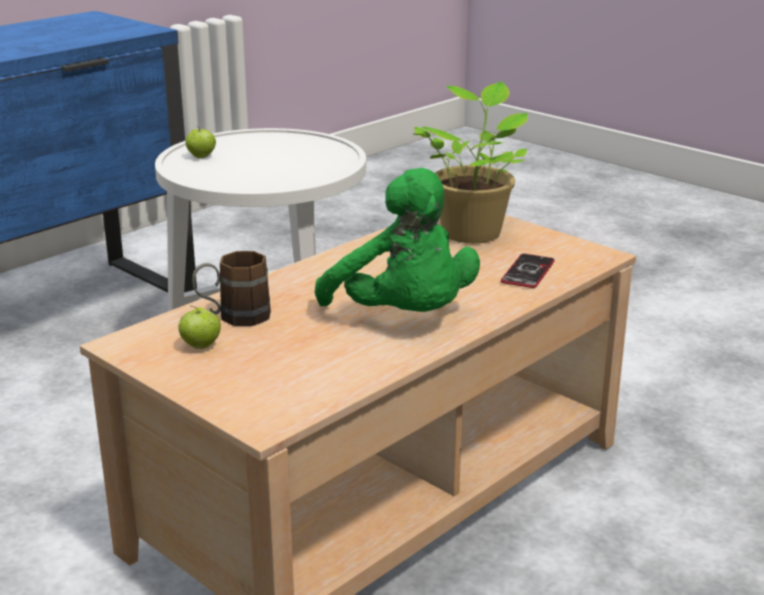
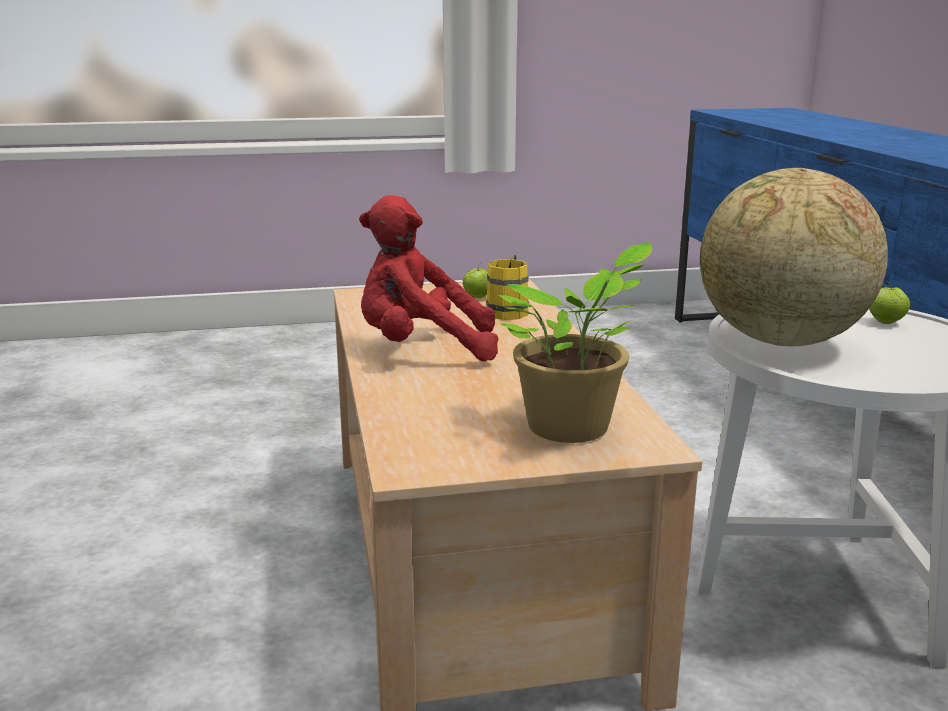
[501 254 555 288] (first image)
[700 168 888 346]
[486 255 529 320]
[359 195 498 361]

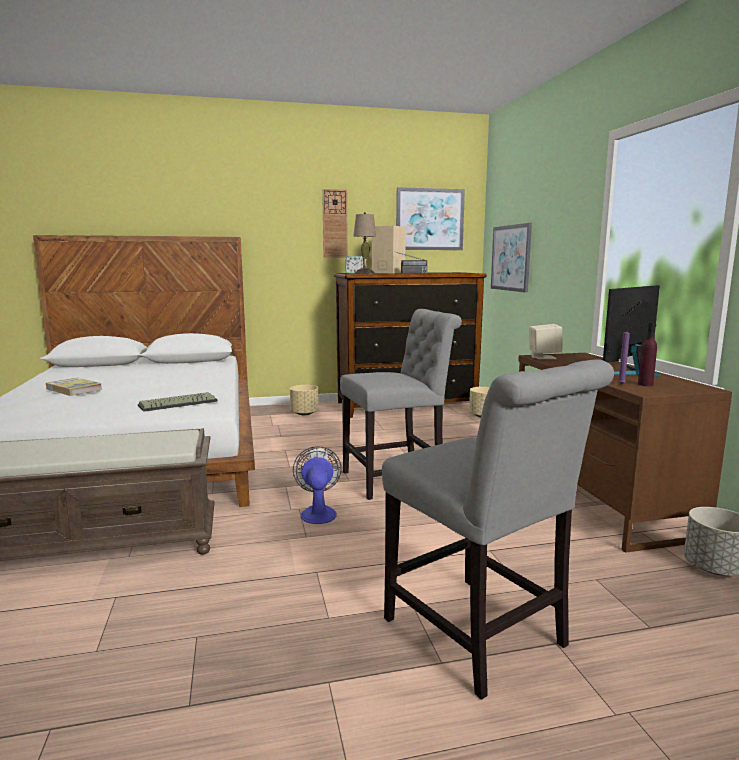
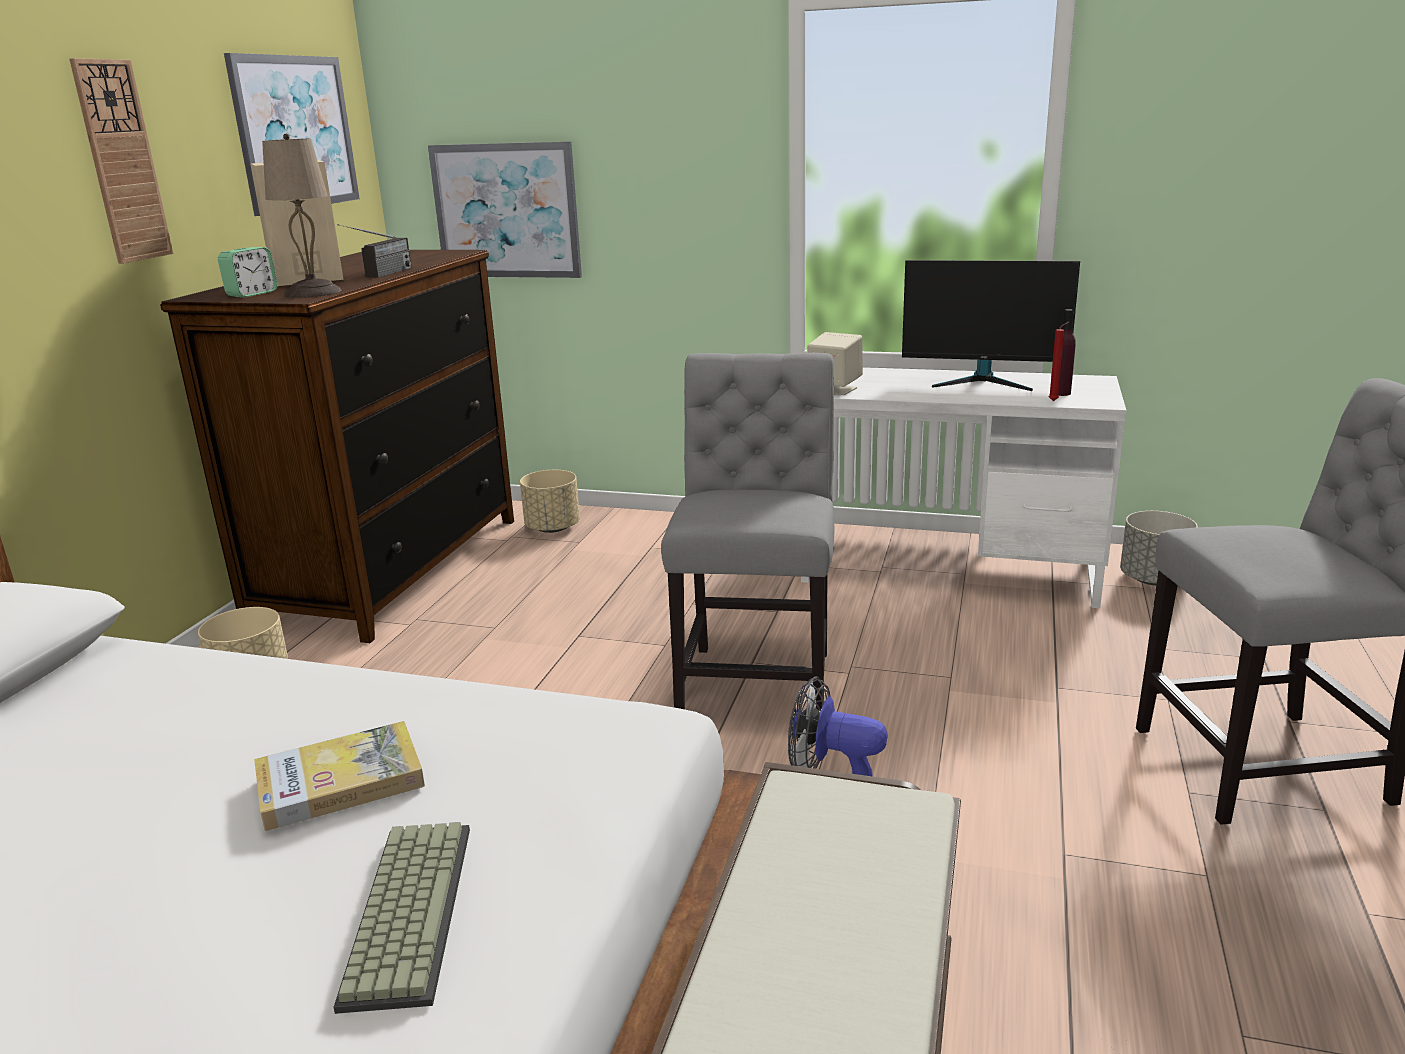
[254 721 425 831]
[334 822 470 1014]
[801 368 1127 608]
[1049 322 1069 401]
[902 260 1080 391]

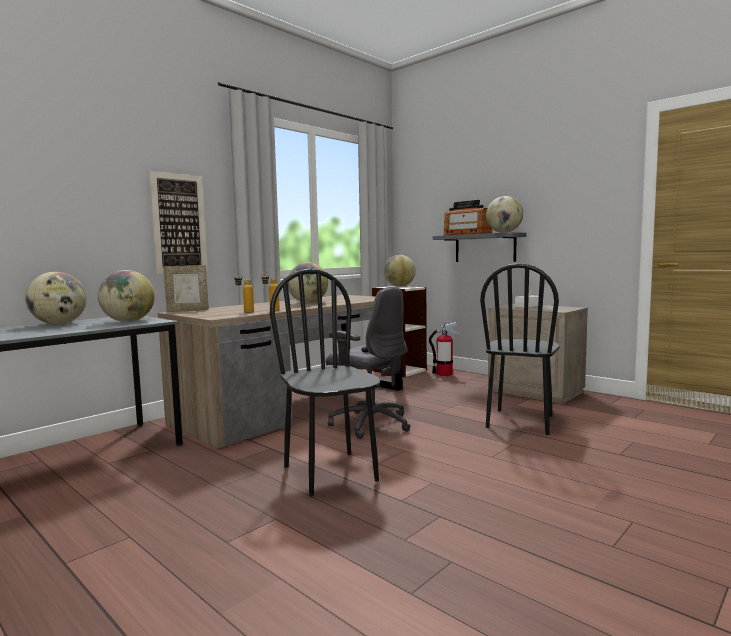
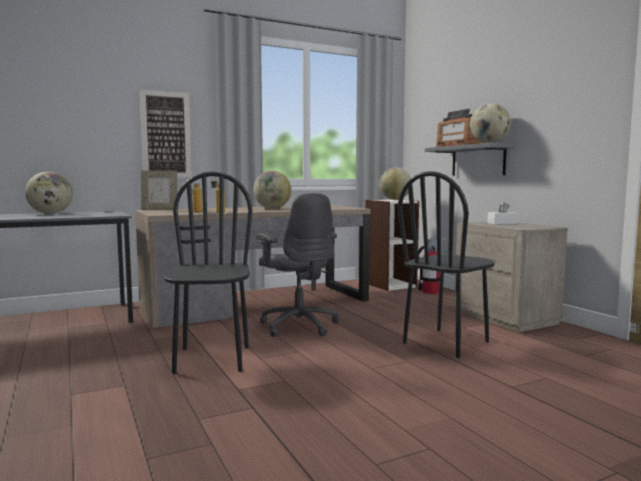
[98 270 155 322] (first image)

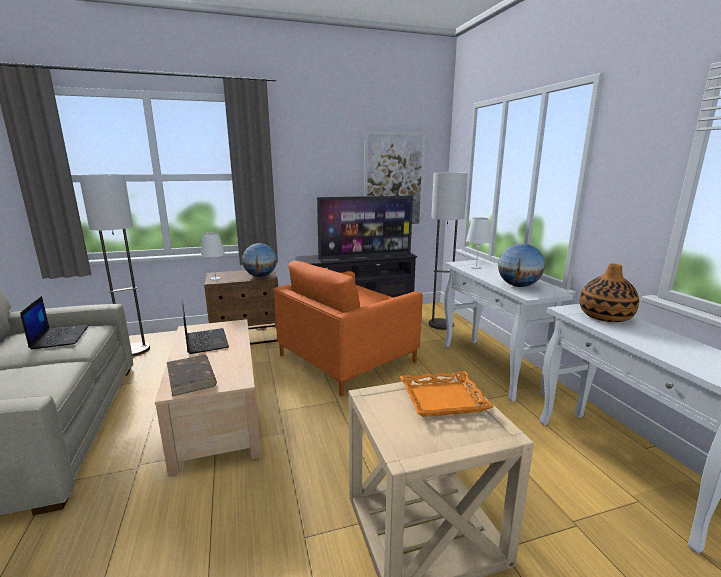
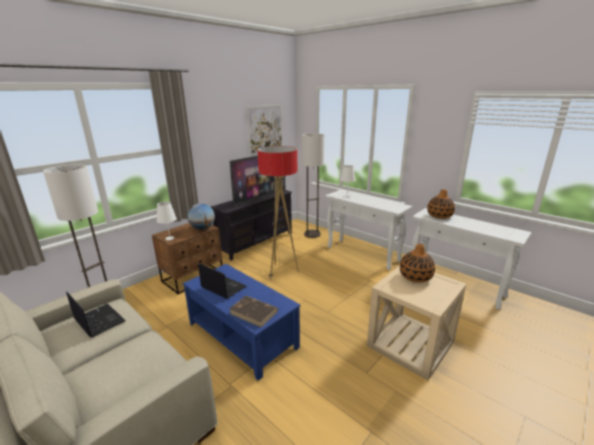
[498 243 545 287] (first image)
[257 146 299 280]
[400 244 435 283]
[183 264 300 381]

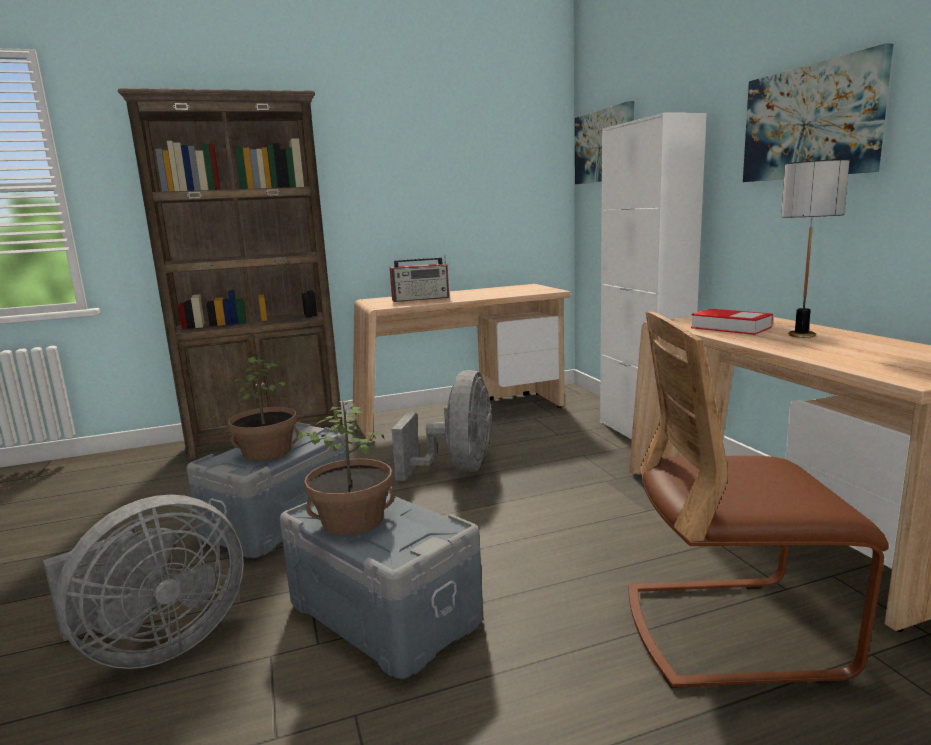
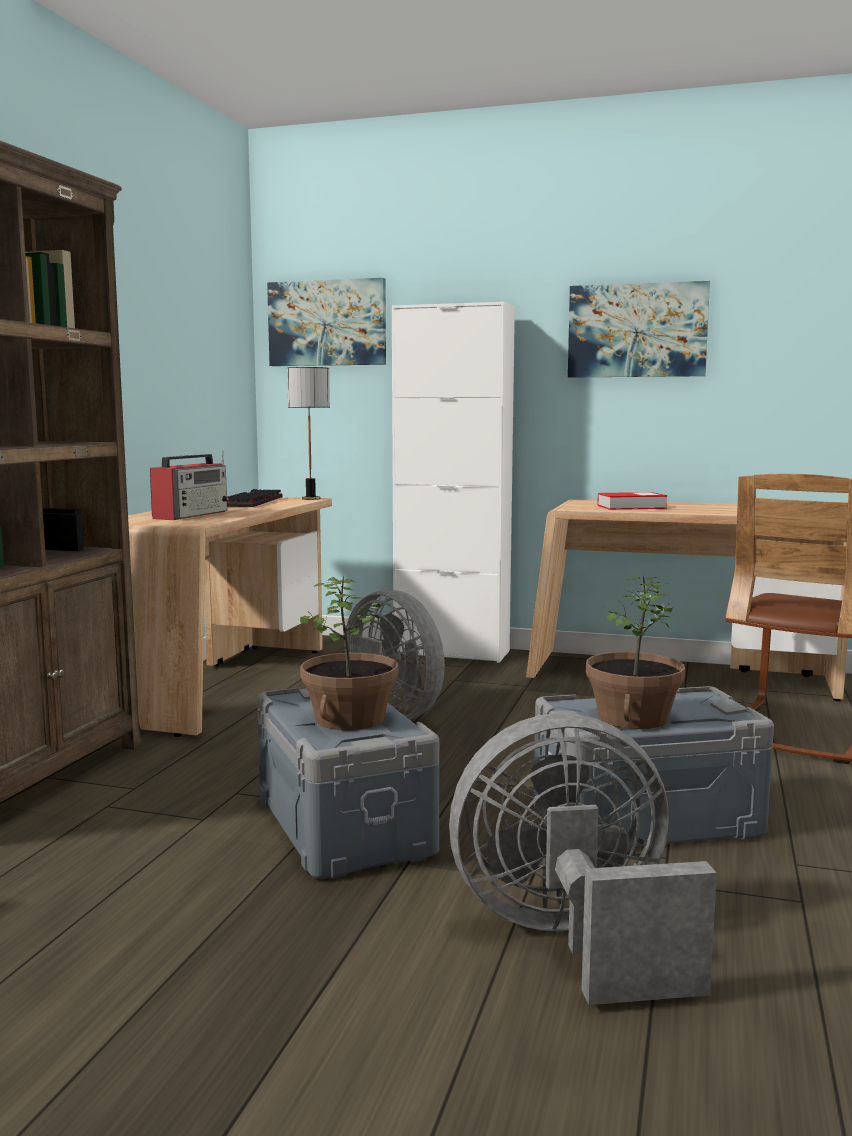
[227 489 282 507]
[287 367 330 500]
[449 713 717 1005]

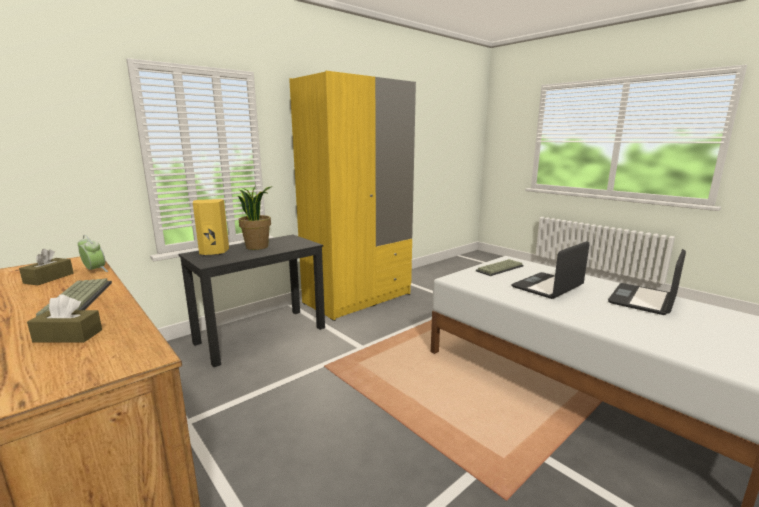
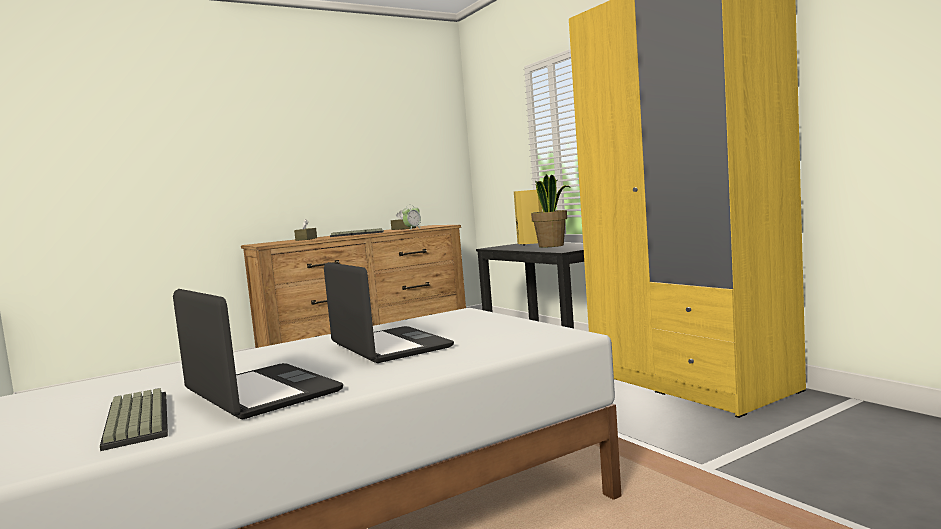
[100 388 168 451]

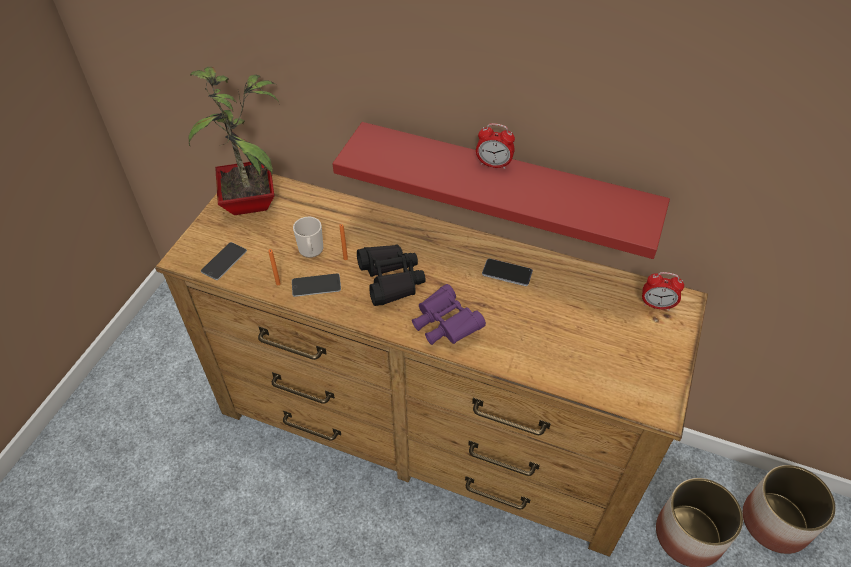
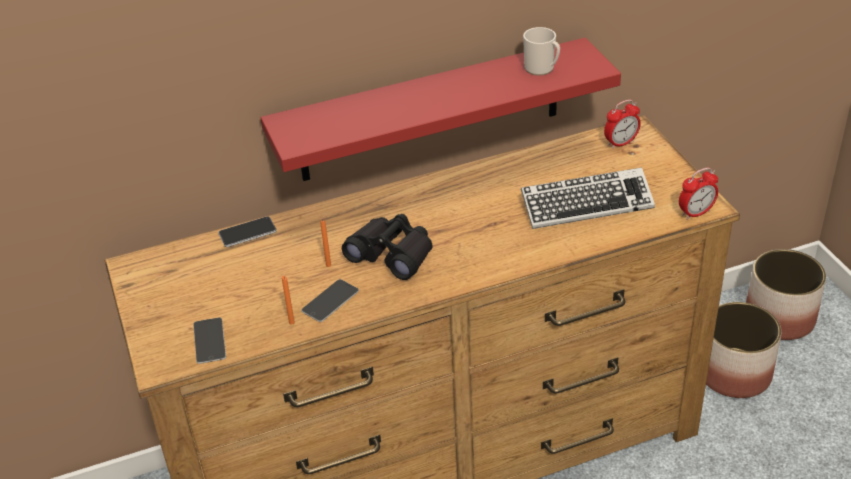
[189 67 279 215] (first image)
[412 284 486 345] (first image)
[521 167 655 229]
[523 27 560 76]
[679 168 718 220]
[218 216 277 247]

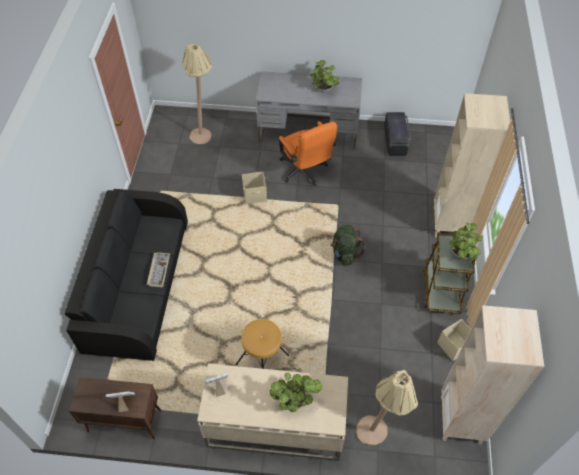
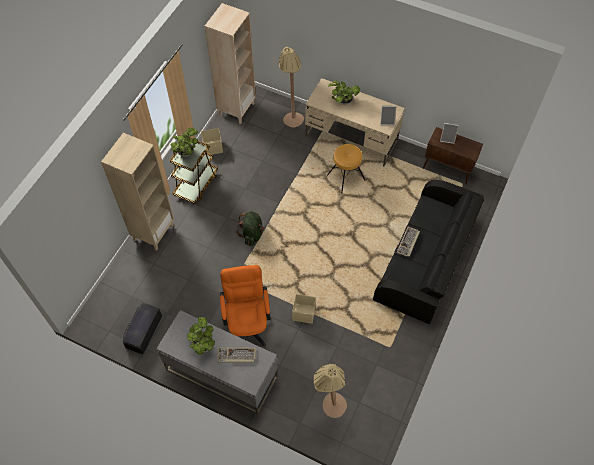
[217 348 256 362]

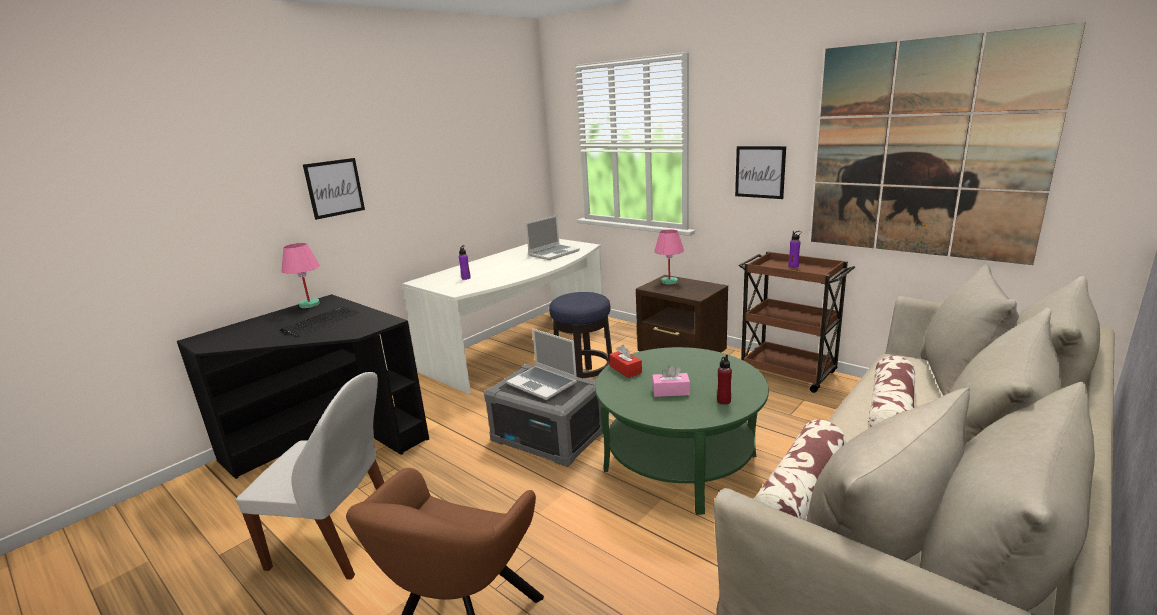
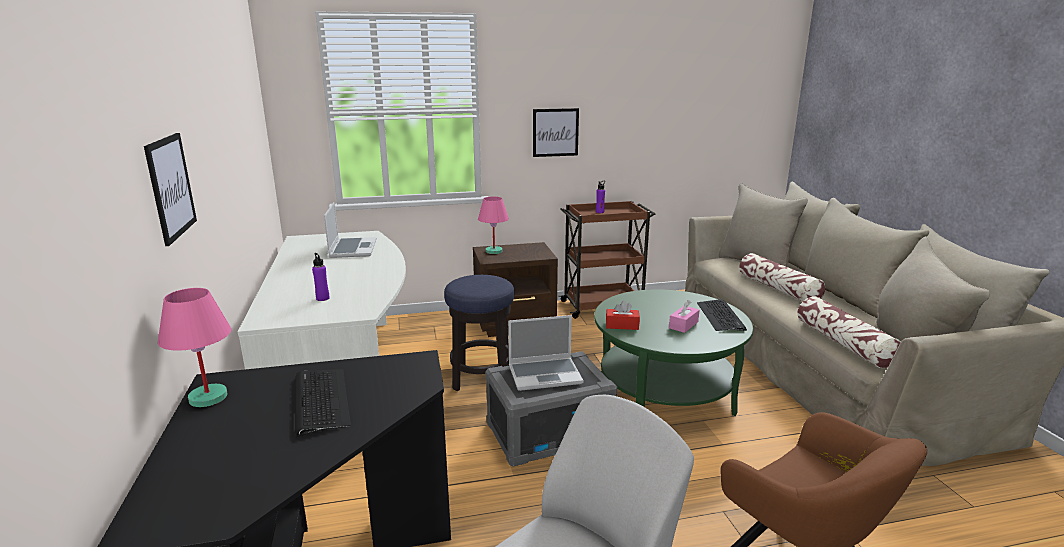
[811 22 1086 265] (first image)
[697 299 747 331]

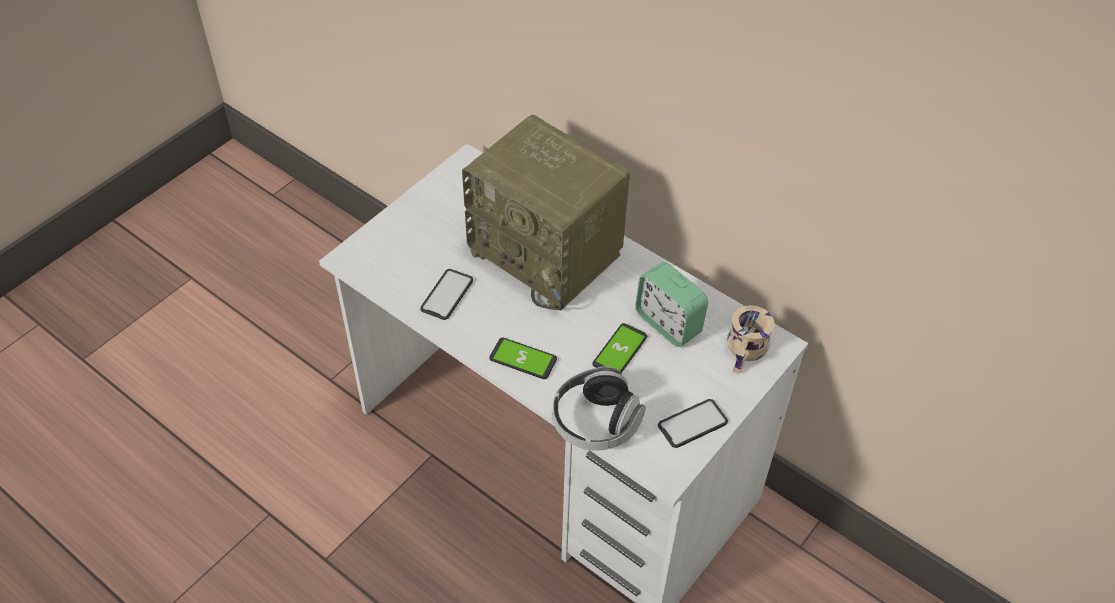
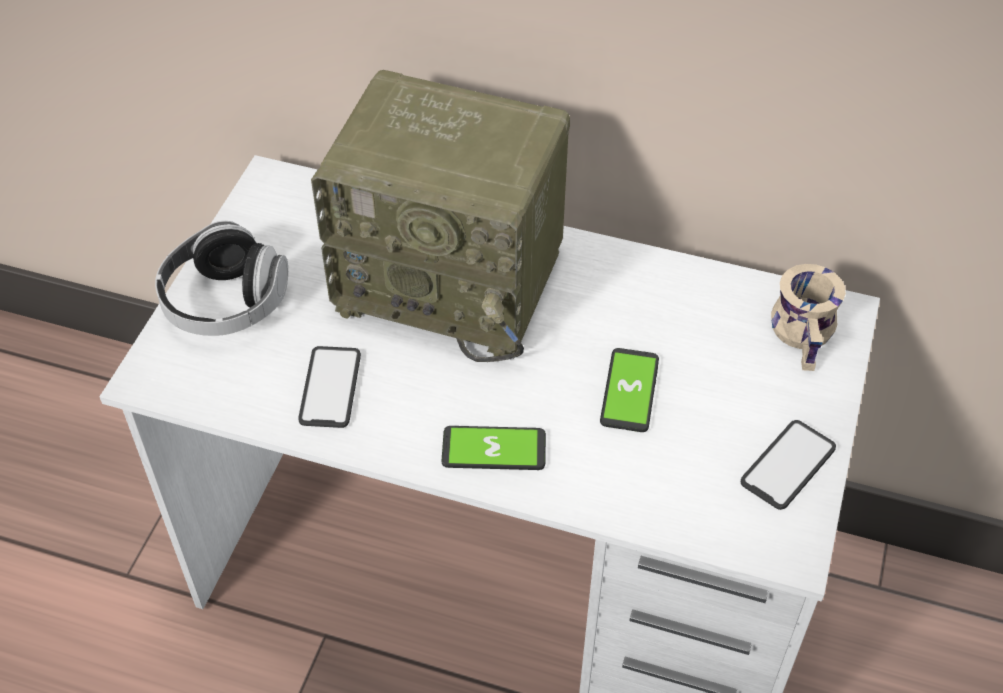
[635 262 708 347] (first image)
[155 221 288 336]

